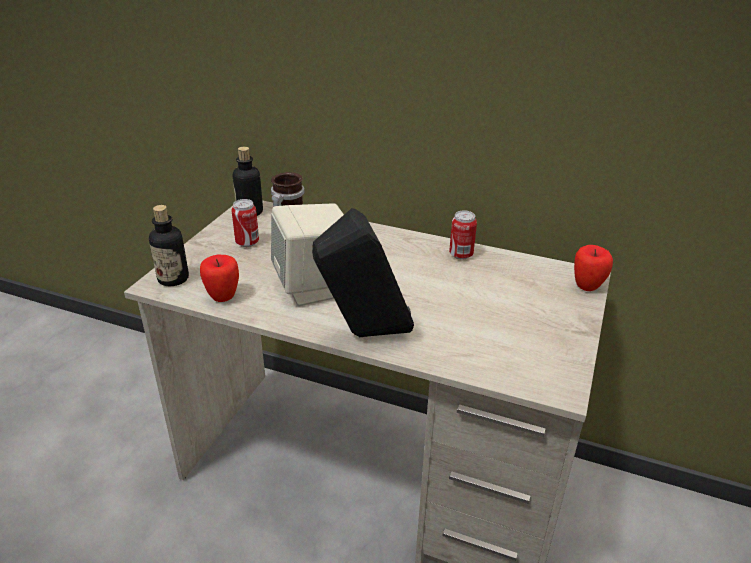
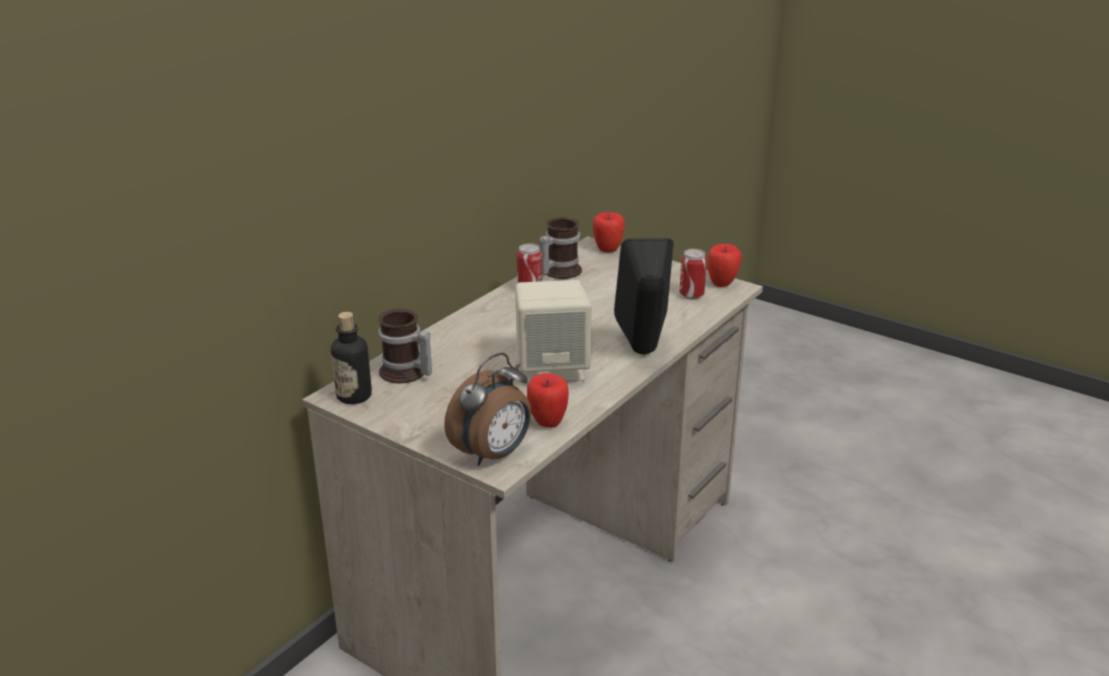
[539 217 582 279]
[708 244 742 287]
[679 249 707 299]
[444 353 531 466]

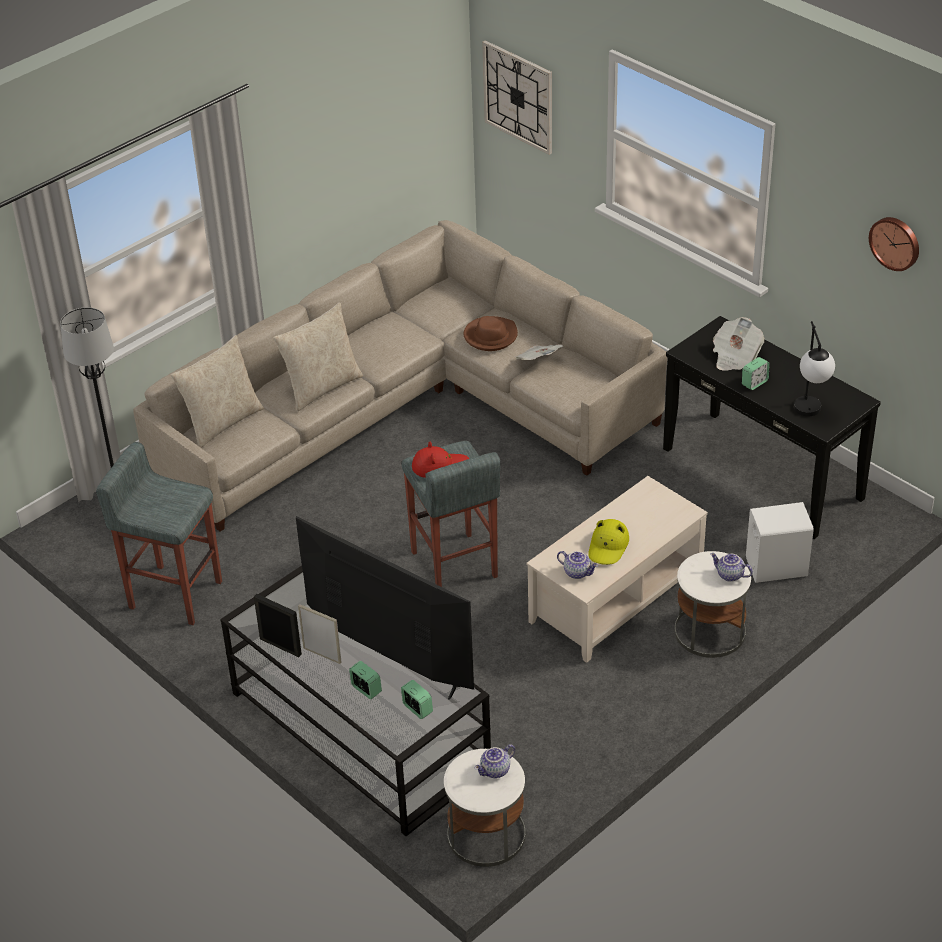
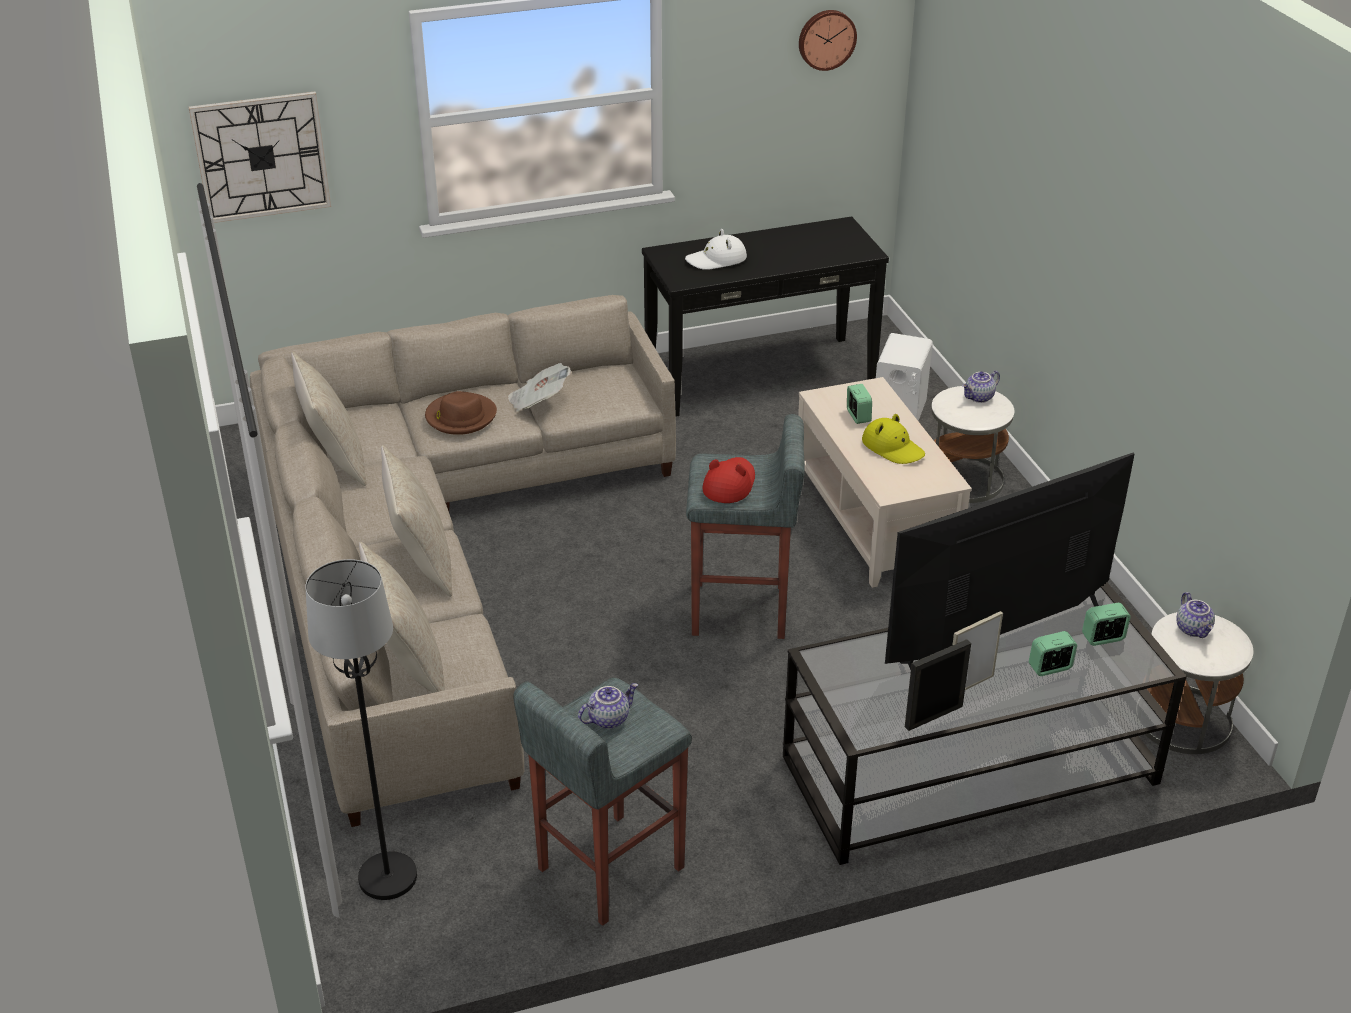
[794 321 835 417] (first image)
[291 352 366 486]
[578 683 638 729]
[847 384 872 424]
[685 229 747 270]

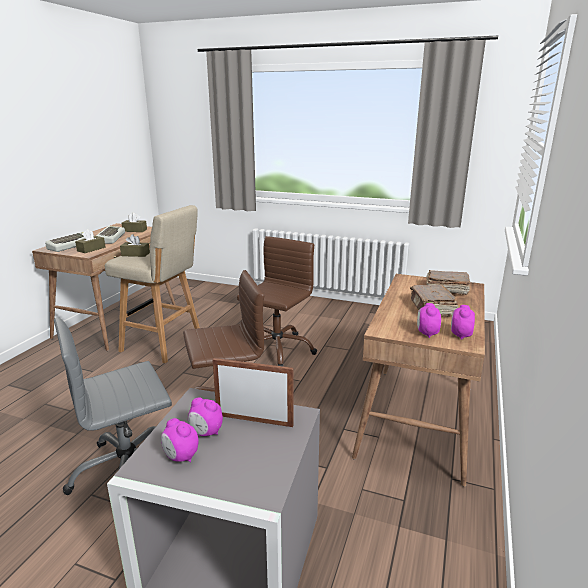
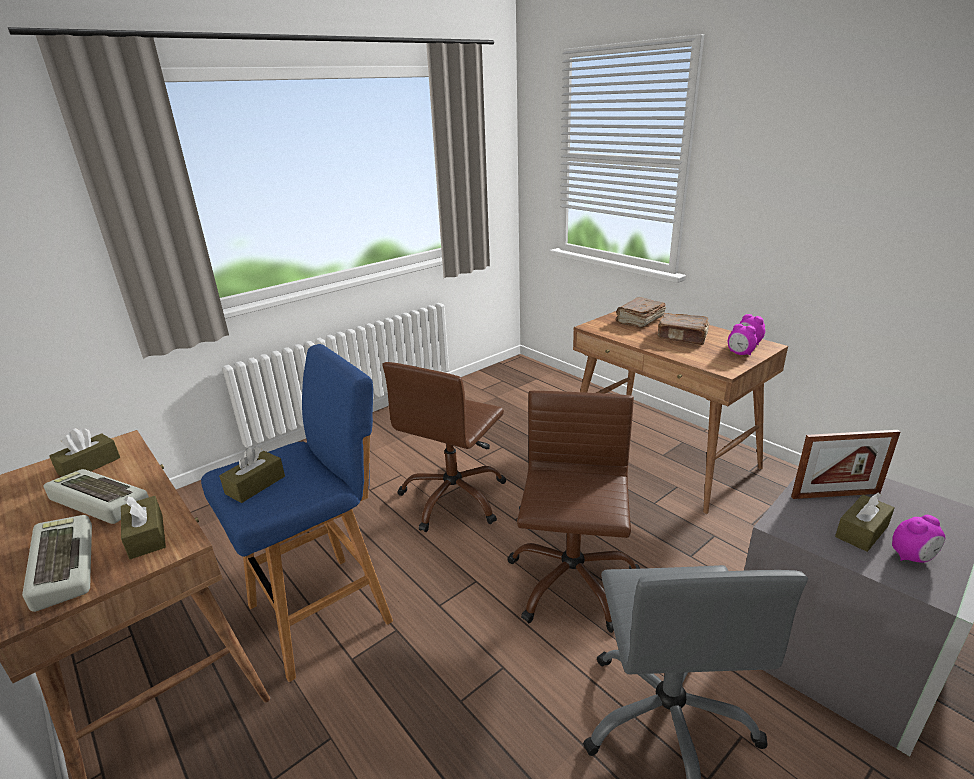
[835 493 895 552]
[201 344 393 682]
[791 430 900 499]
[383 362 506 532]

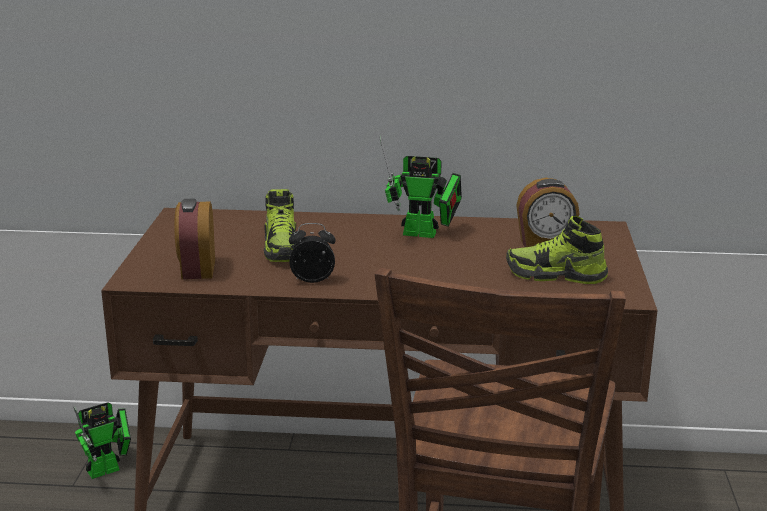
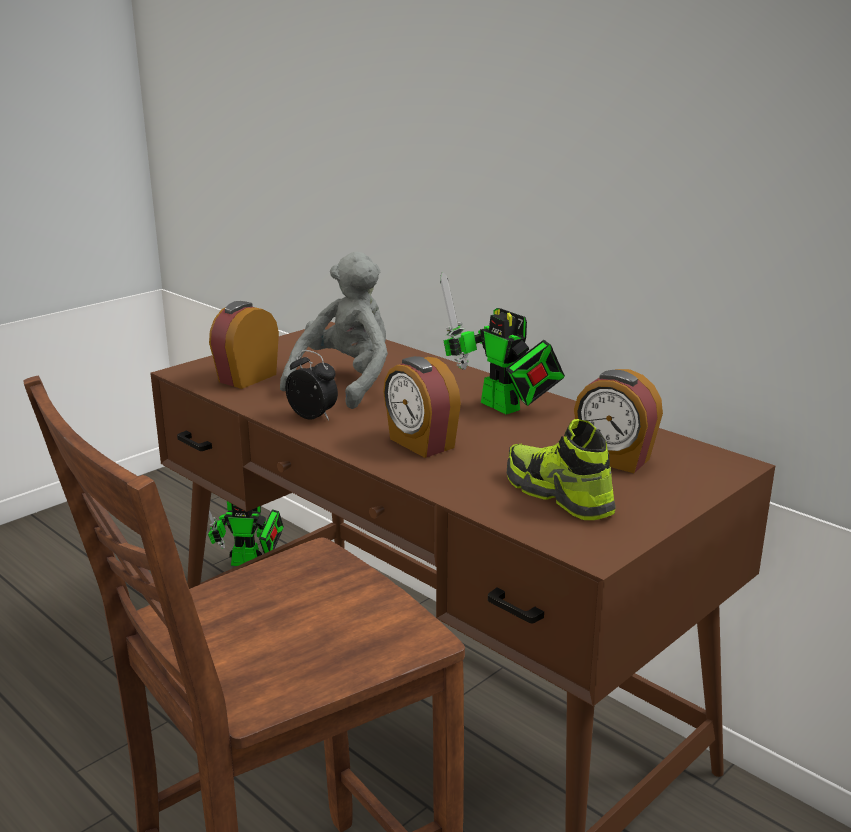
[383 356 461 458]
[280 252 388 409]

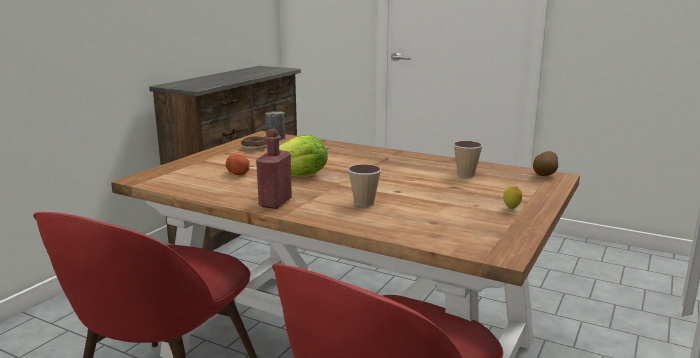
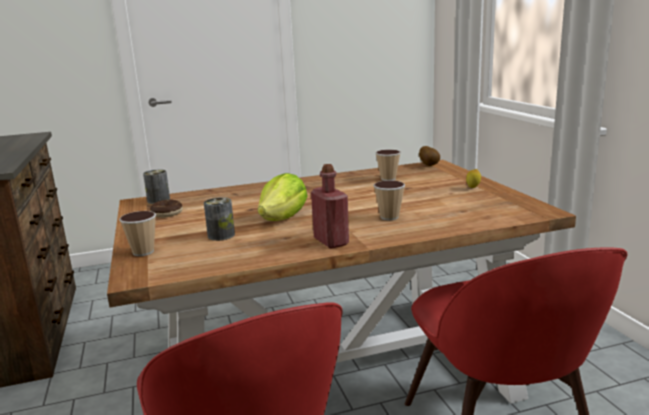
[119 211 156 256]
[204 197 235 241]

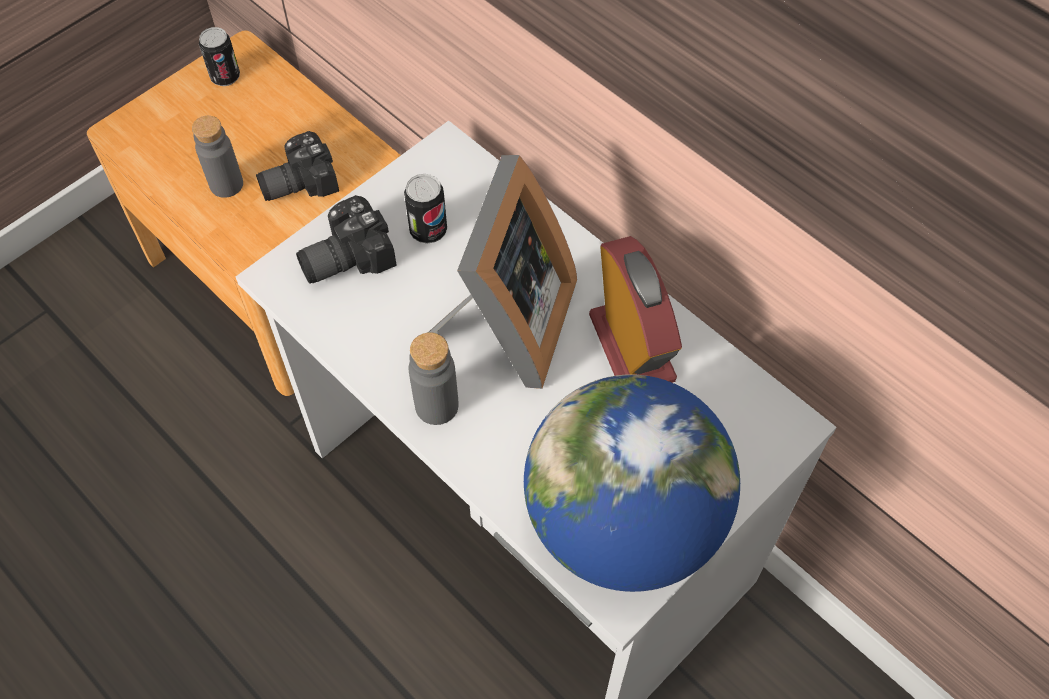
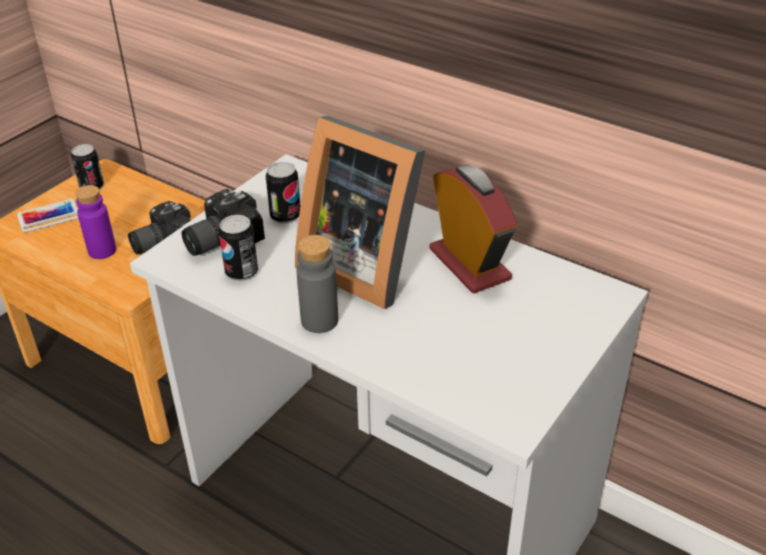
[524 375 740 592] (first image)
[17 199 79 233]
[219 215 258 281]
[75 185 116 259]
[295 116 425 309]

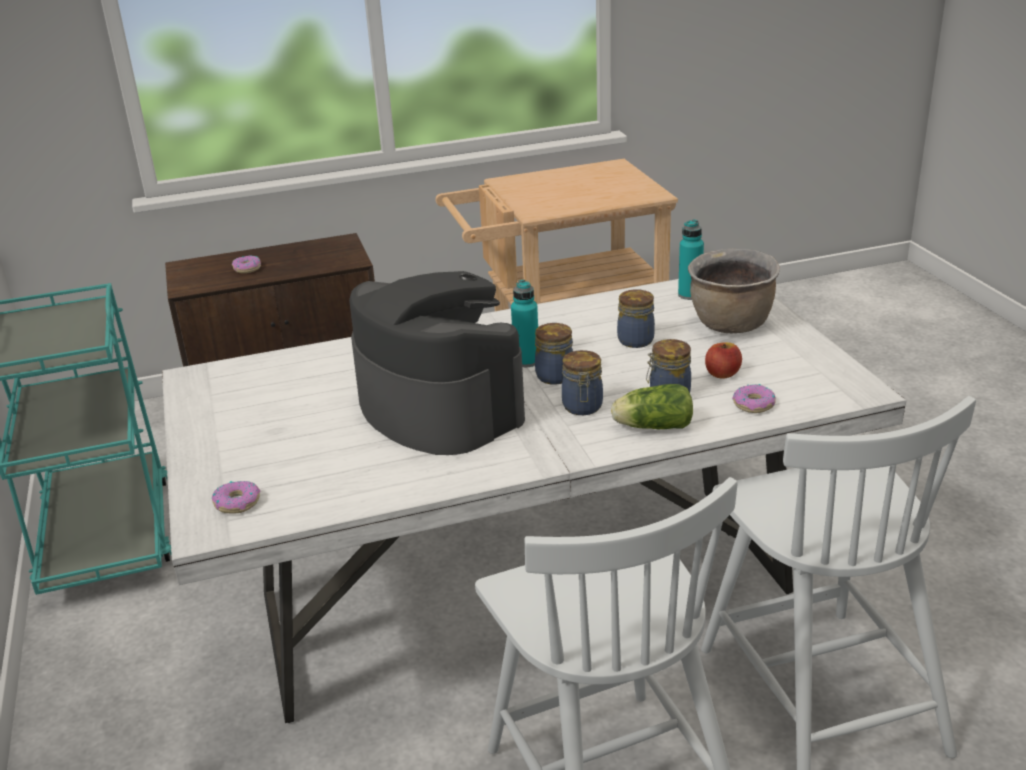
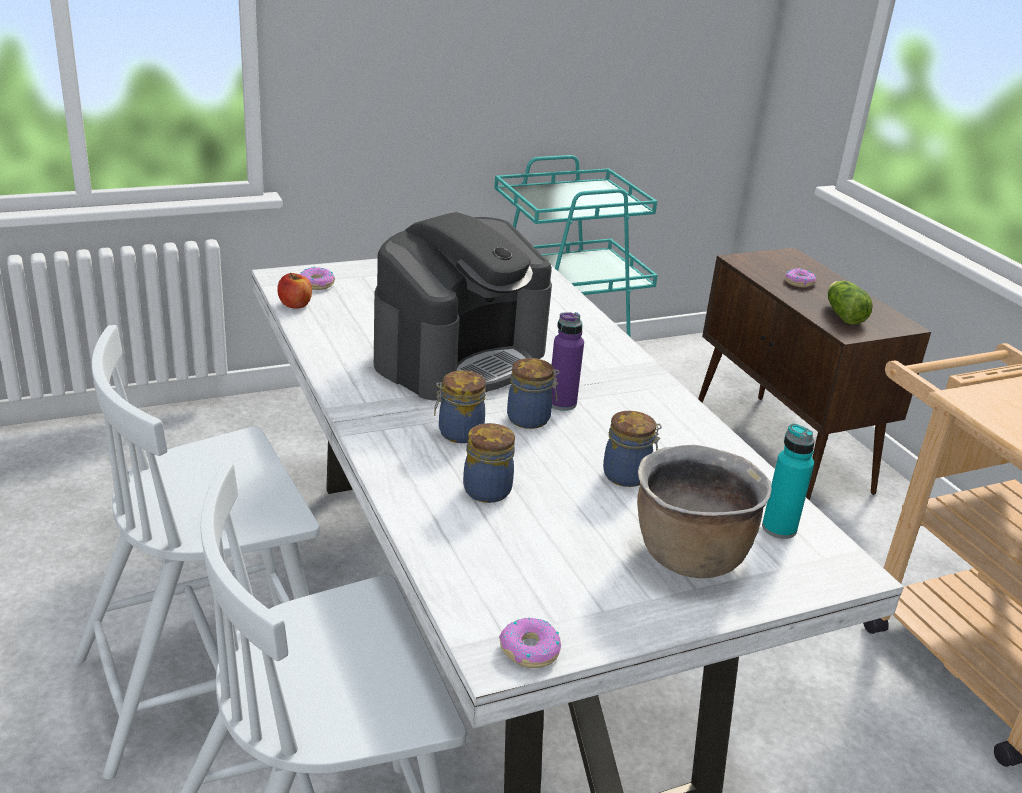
[828 280 873 324]
[277 273 312 309]
[499 618 561 668]
[552 312 584 411]

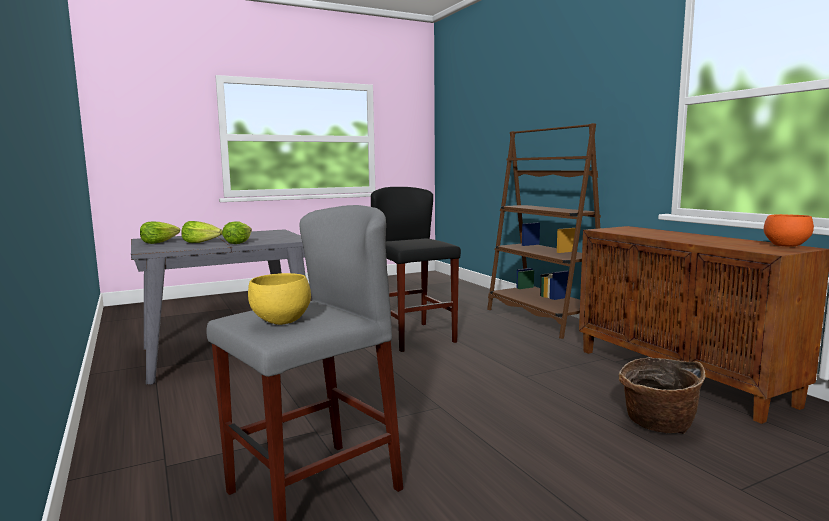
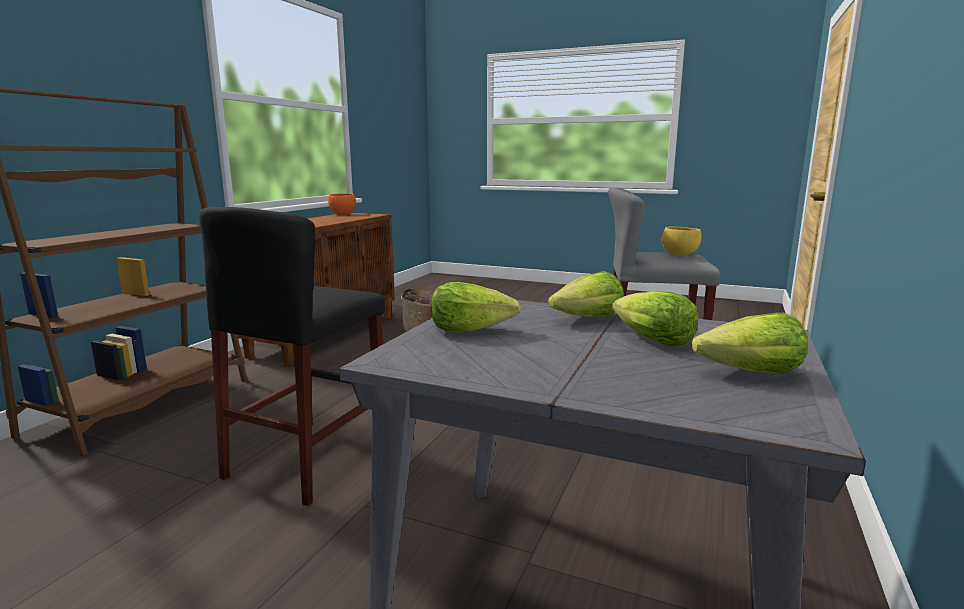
[431 282 521 332]

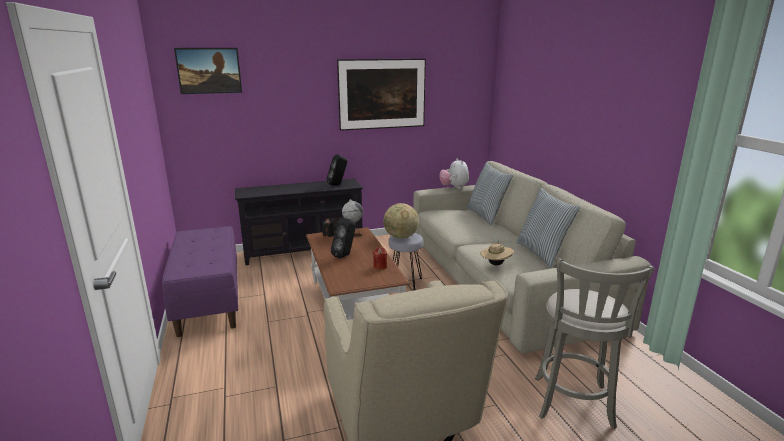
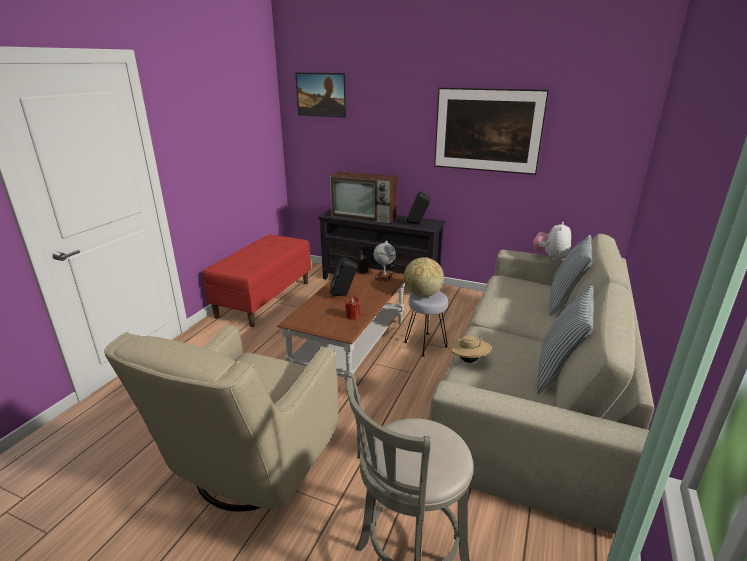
[330 171 398 223]
[203 234 311 327]

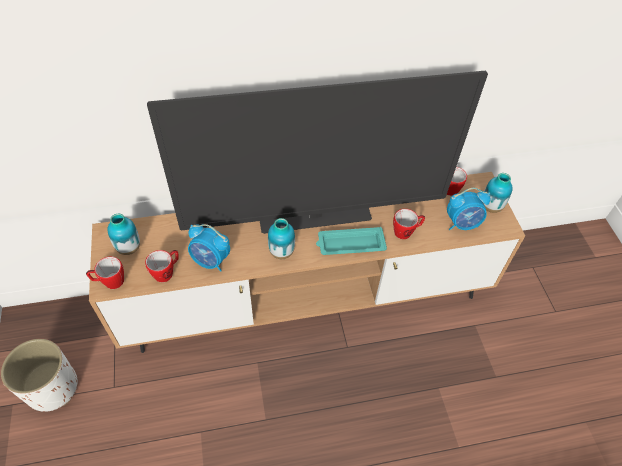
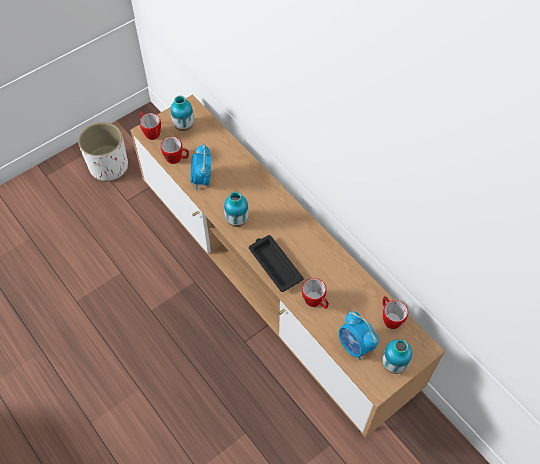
[147 71 488 234] (first image)
[249 235 304 292]

